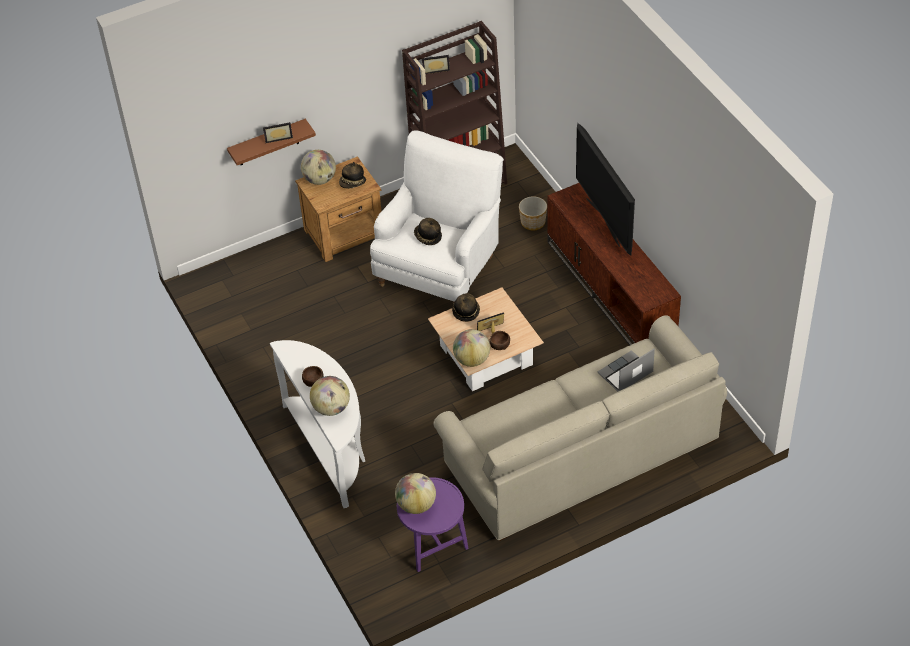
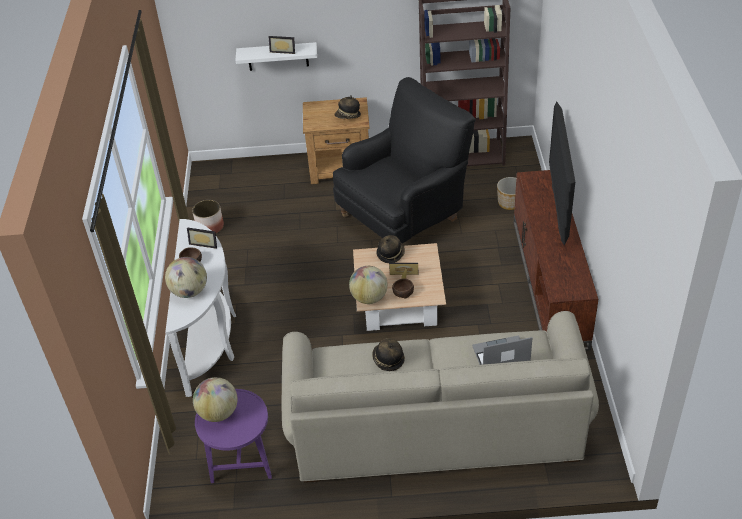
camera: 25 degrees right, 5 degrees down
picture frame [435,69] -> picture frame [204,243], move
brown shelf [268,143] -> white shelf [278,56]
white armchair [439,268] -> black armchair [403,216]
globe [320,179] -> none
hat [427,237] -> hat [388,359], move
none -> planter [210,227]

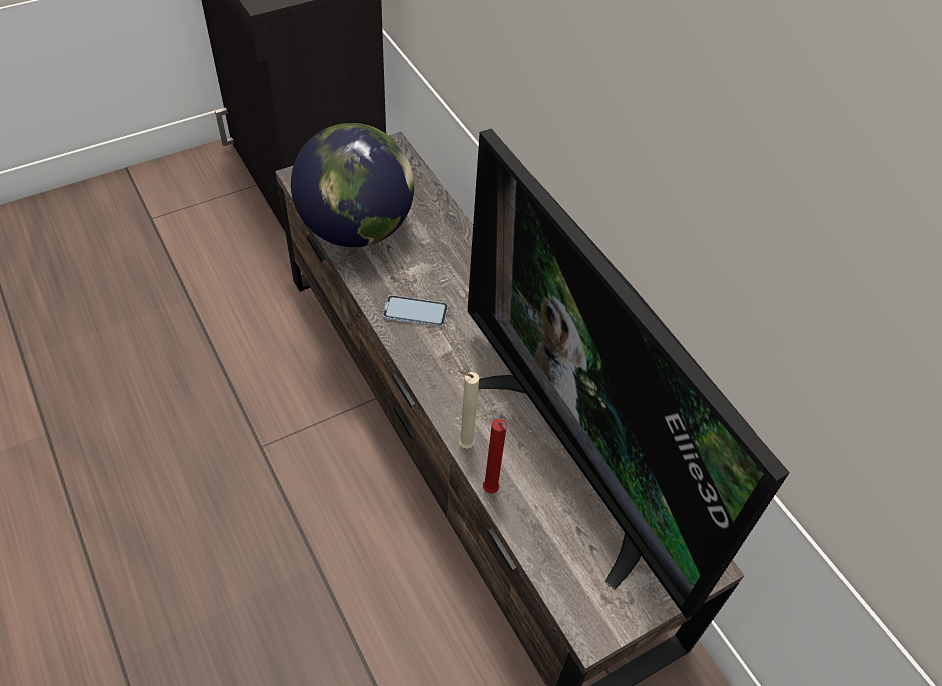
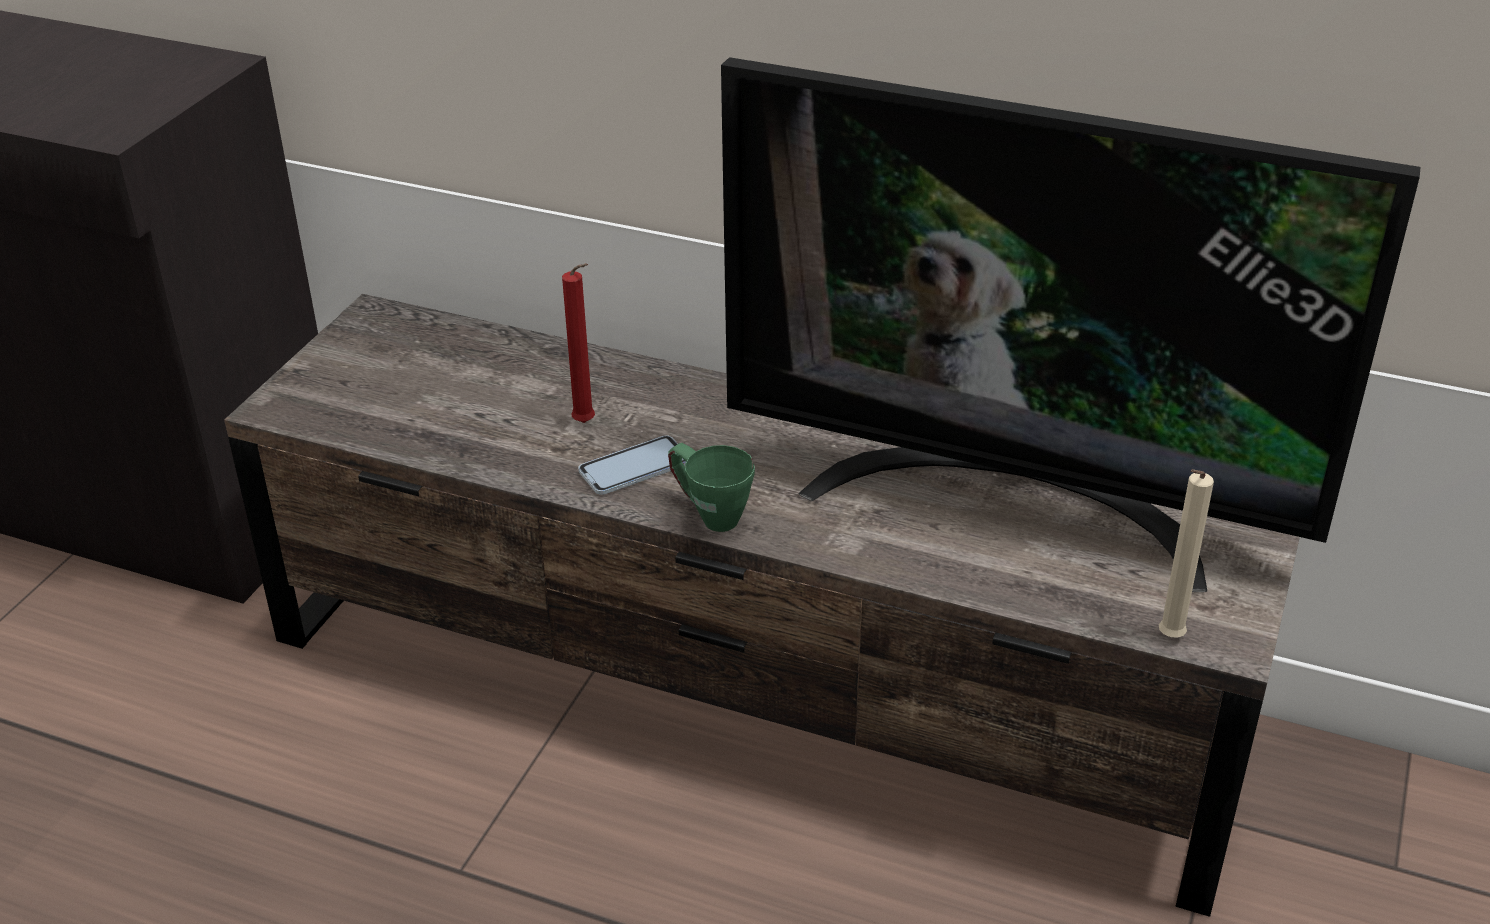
camera: 35 degrees left, 15 degrees down
globe [357,229] -> none
beige candle [463,445] -> beige candle [1167,639], move
red candle [491,492] -> red candle [586,424], move
none -> green mug [708,514]

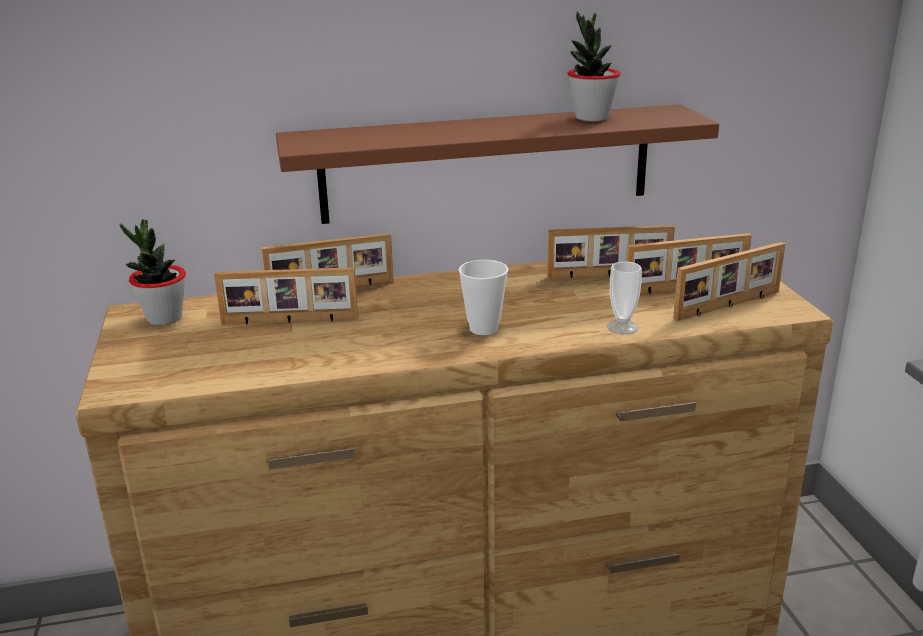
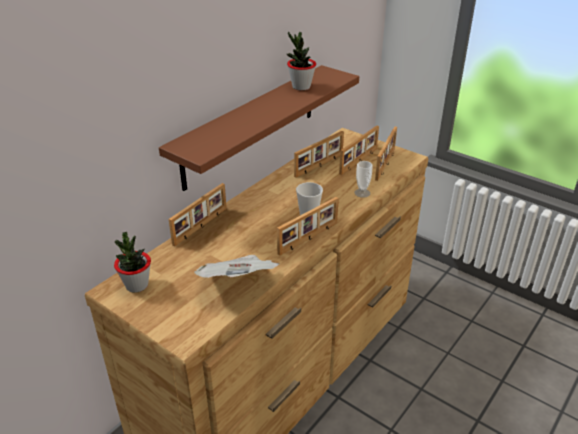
camera: 40 degrees left, 10 degrees up
picture frame [289,321] -> picture frame [309,238], move
none -> newspaper [239,283]

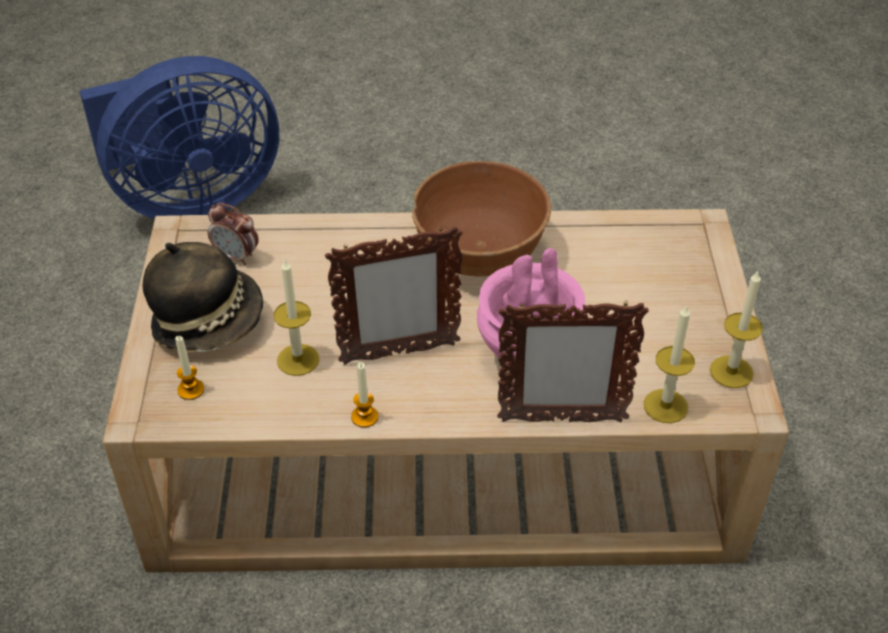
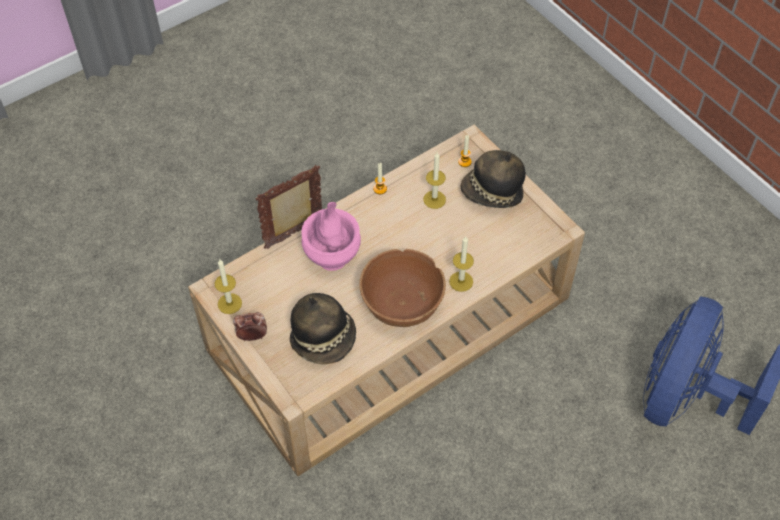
camera: 145 degrees right, 10 degrees up
alarm clock [236,256] -> alarm clock [252,336], move
picture frame [398,353] -> none
candle [665,406] -> candle [461,281], move
none -> hat [324,339]

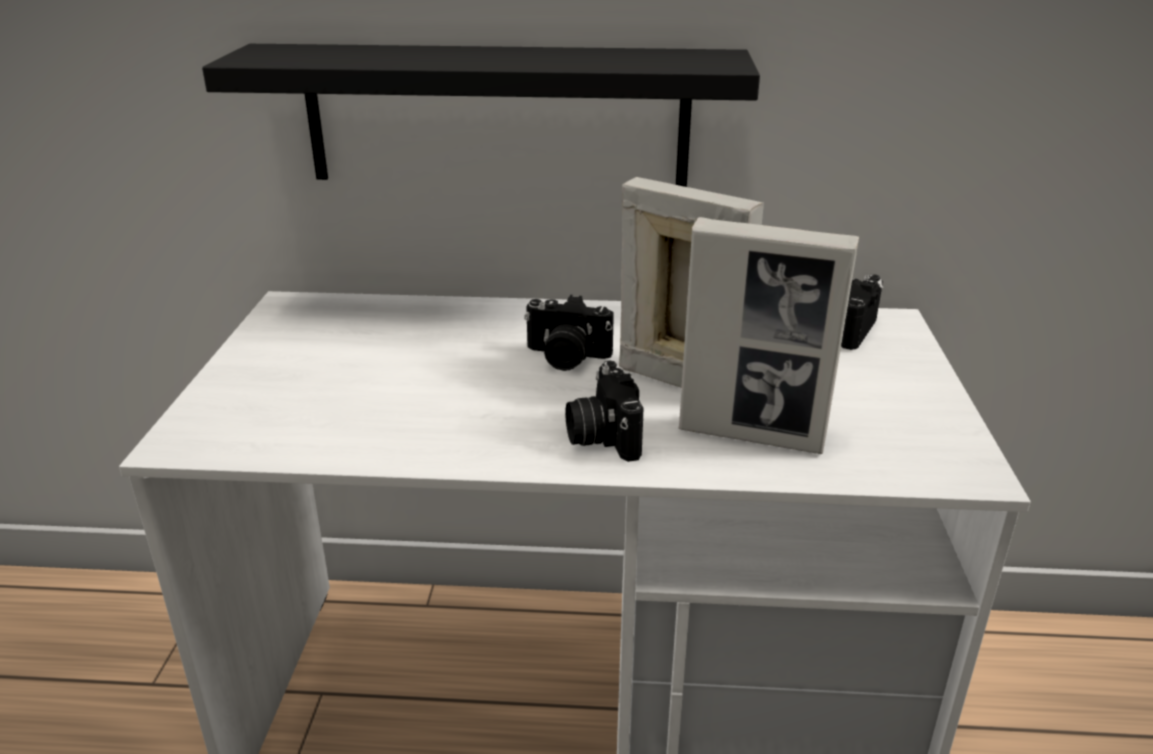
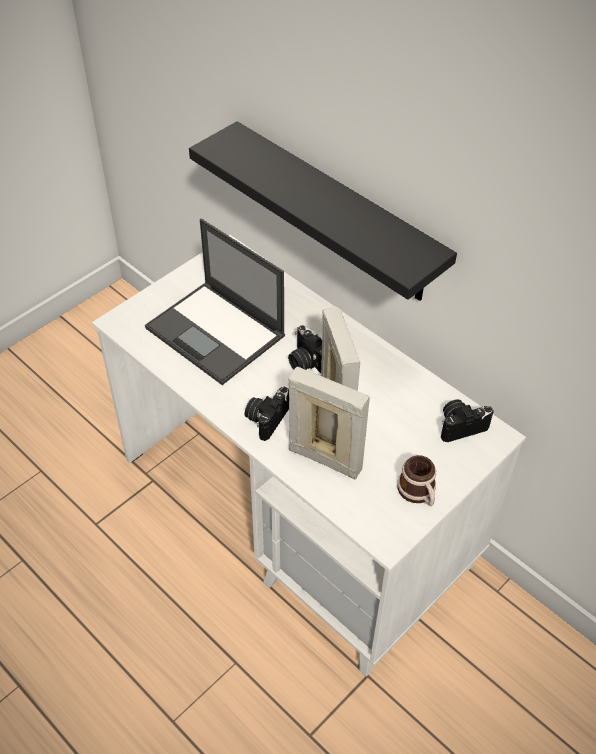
camera: 40 degrees right, 20 degrees up
picture frame [752,435] -> picture frame [325,459], 150 degrees clockwise
none -> laptop [217,333]
none -> mug [418,493]

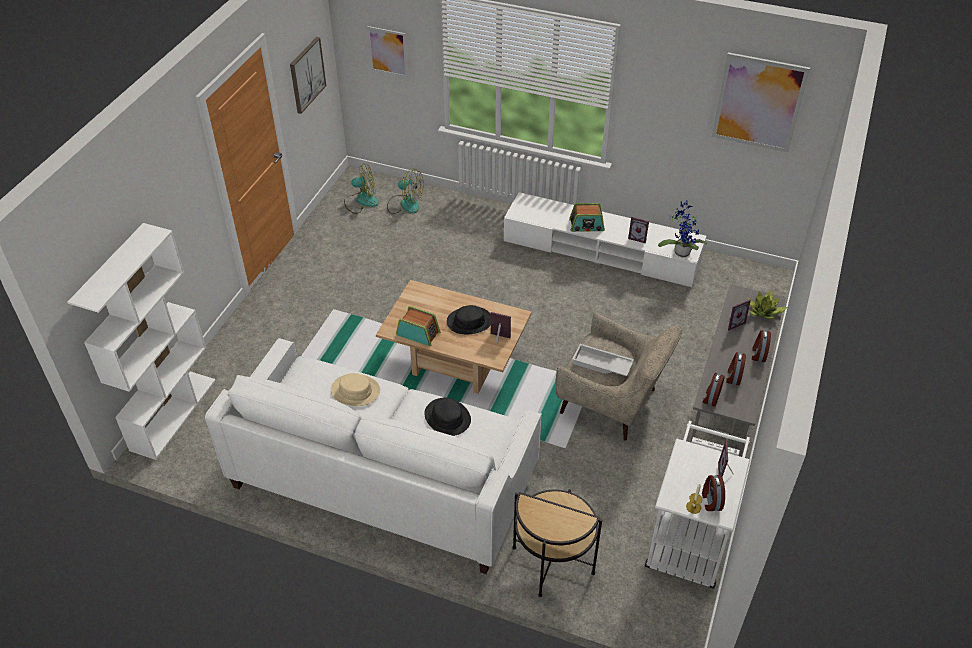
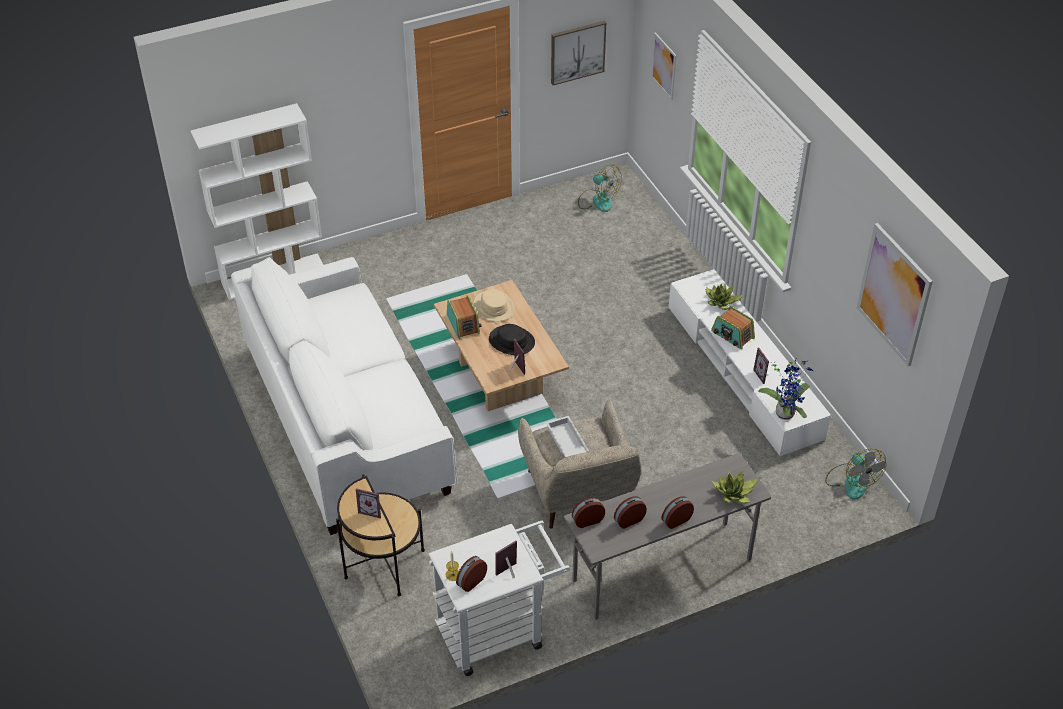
camera: 45 degrees right, 0 degrees up
fan [405,204] -> fan [851,481], move
picture frame [733,323] -> picture frame [371,510], move
beige hat [355,390] -> beige hat [494,306], move
black hat [447,417] -> none
none -> potted plant [721,302]

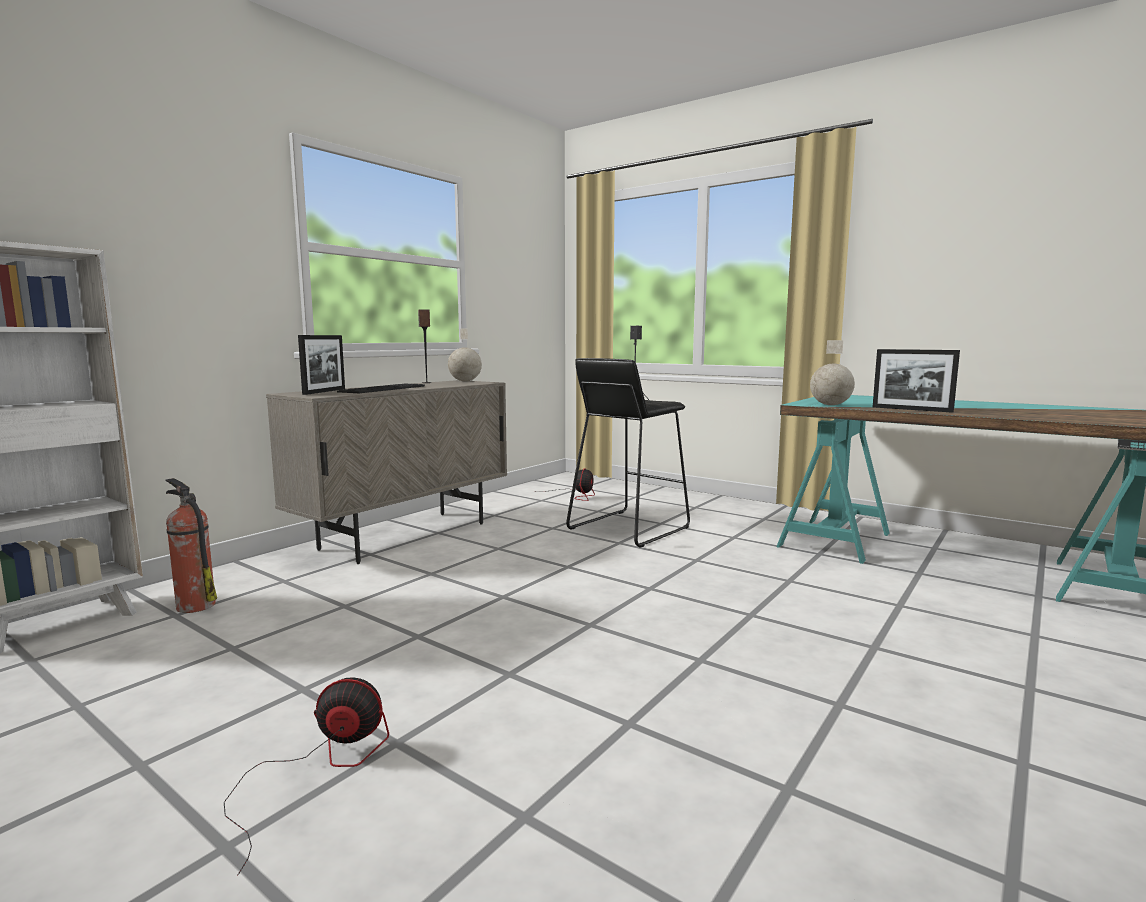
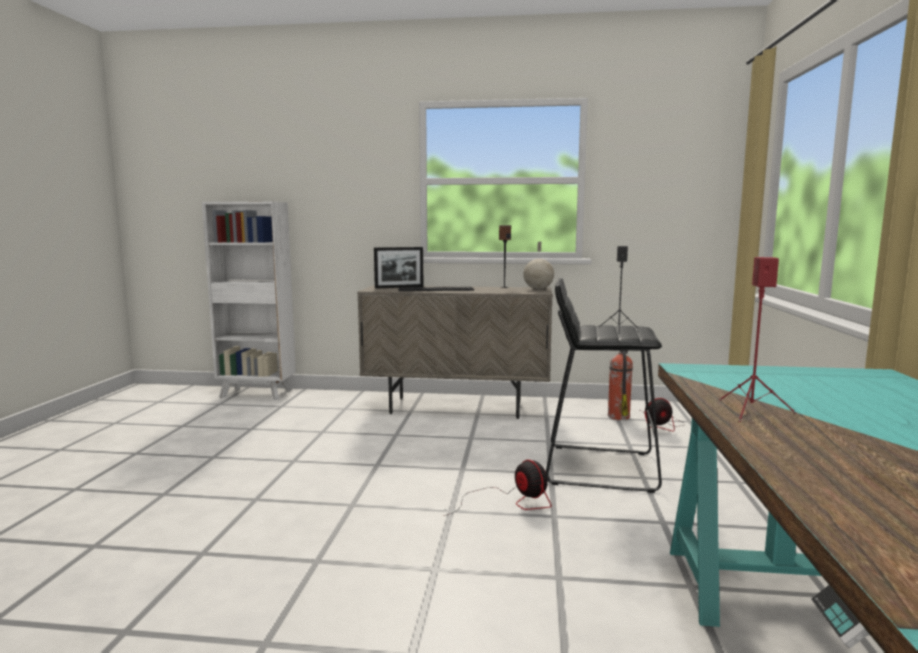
camera: 60 degrees right, 0 degrees up
globe [830,405] -> none
picture frame [911,409] -> red speaker [751,411]
fire extinguisher [195,605] -> fire extinguisher [618,416], move
fan [319,768] -> fan [510,502], move

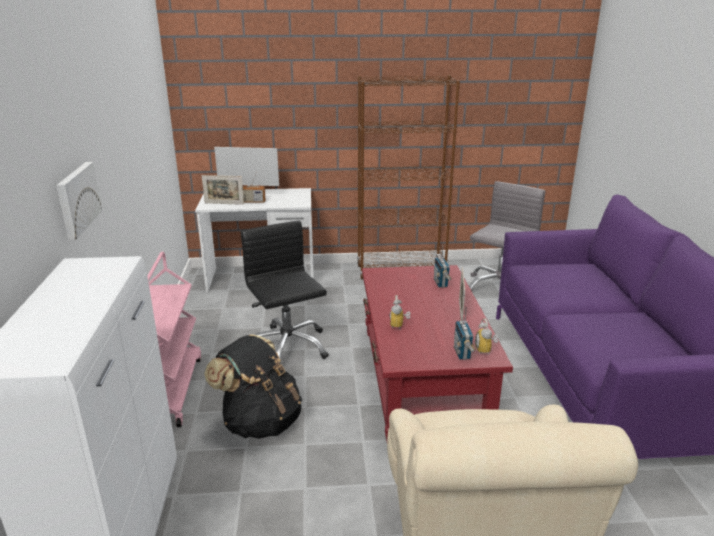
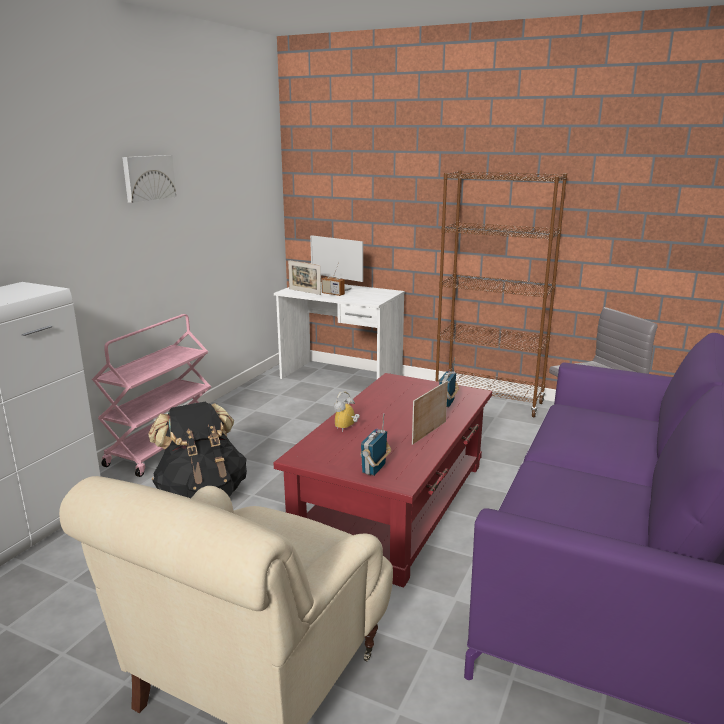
camera: 30 degrees right, 5 degrees down
picture [76,199] -> picture [148,177], move
black office chair [287,347] -> none
alarm clock [486,350] -> none

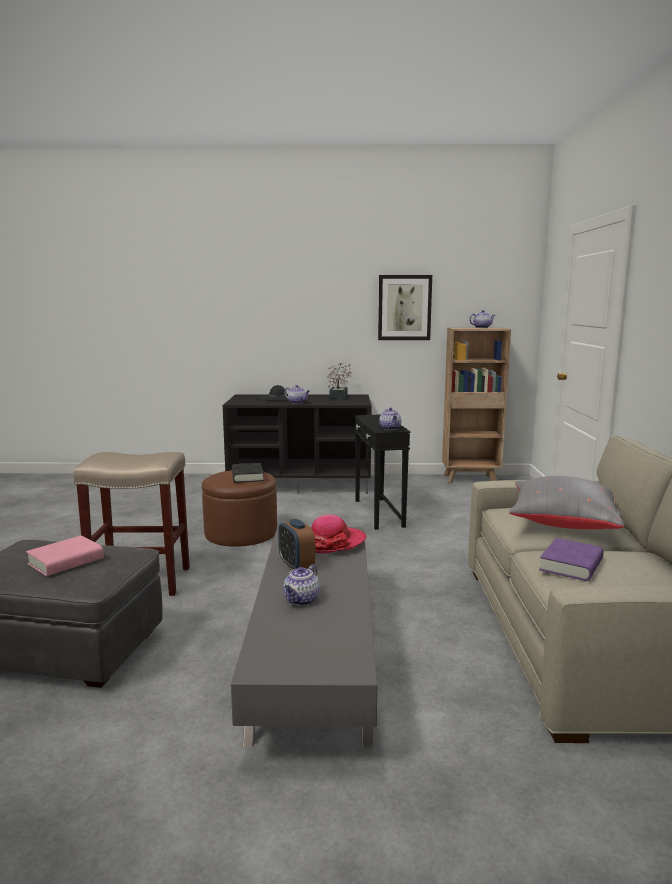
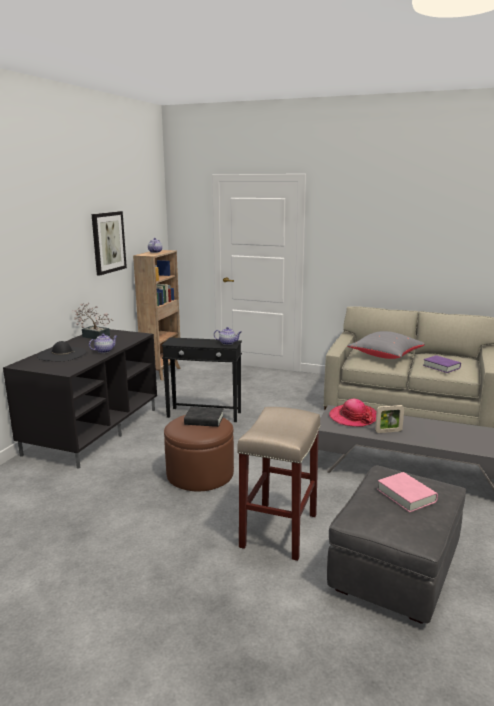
camera: 70 degrees left, 5 degrees up
alarm clock [296,565] -> picture frame [388,431]
teapot [301,600] -> none

